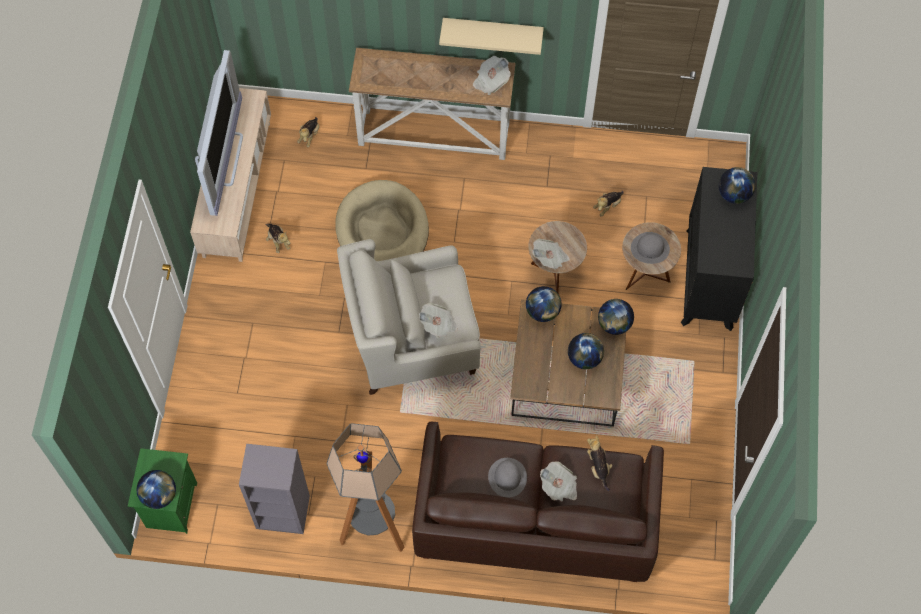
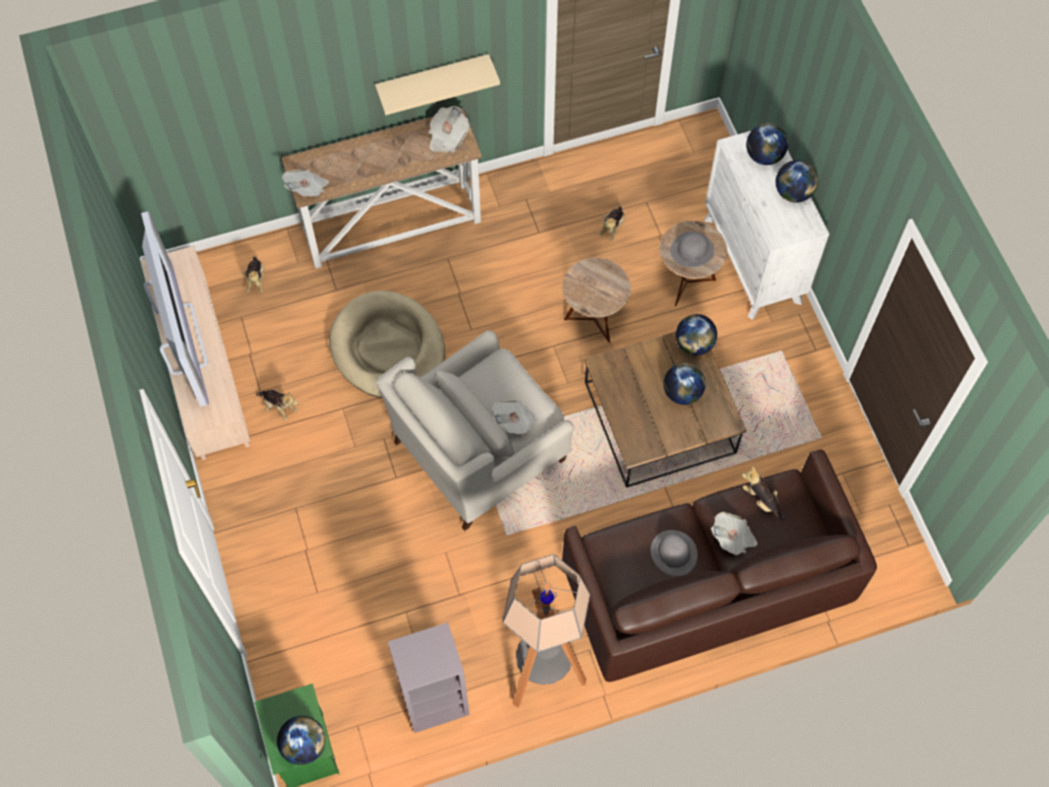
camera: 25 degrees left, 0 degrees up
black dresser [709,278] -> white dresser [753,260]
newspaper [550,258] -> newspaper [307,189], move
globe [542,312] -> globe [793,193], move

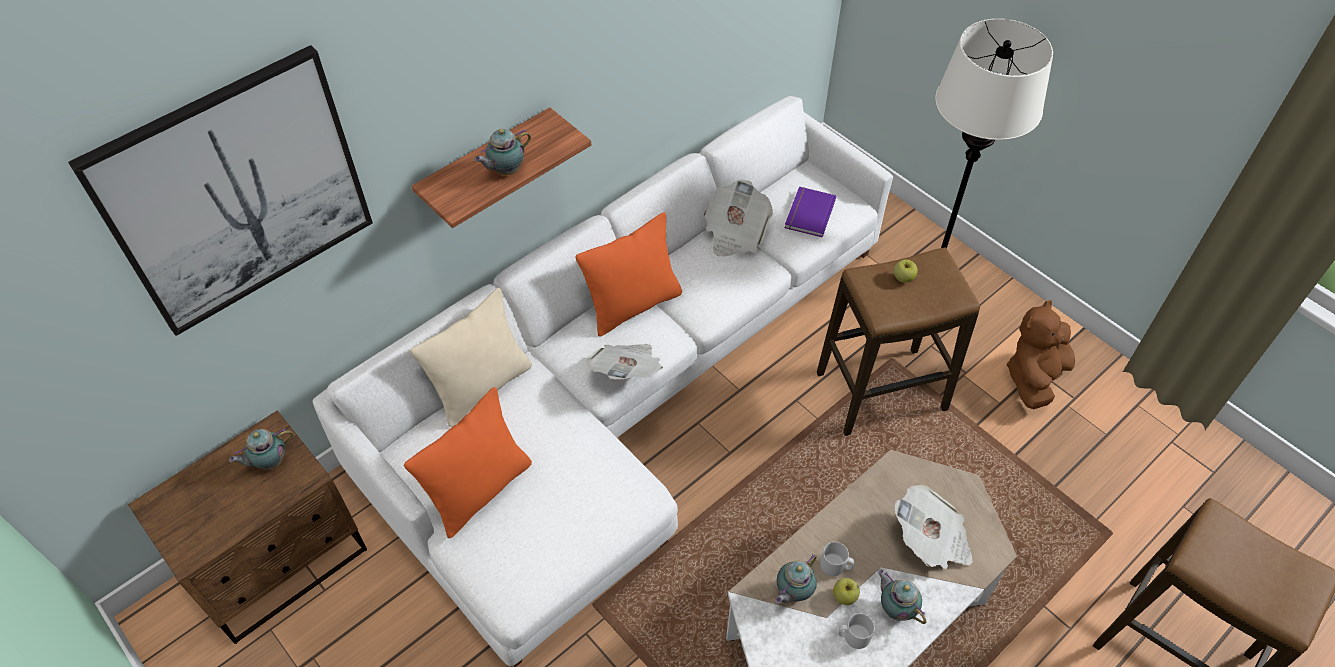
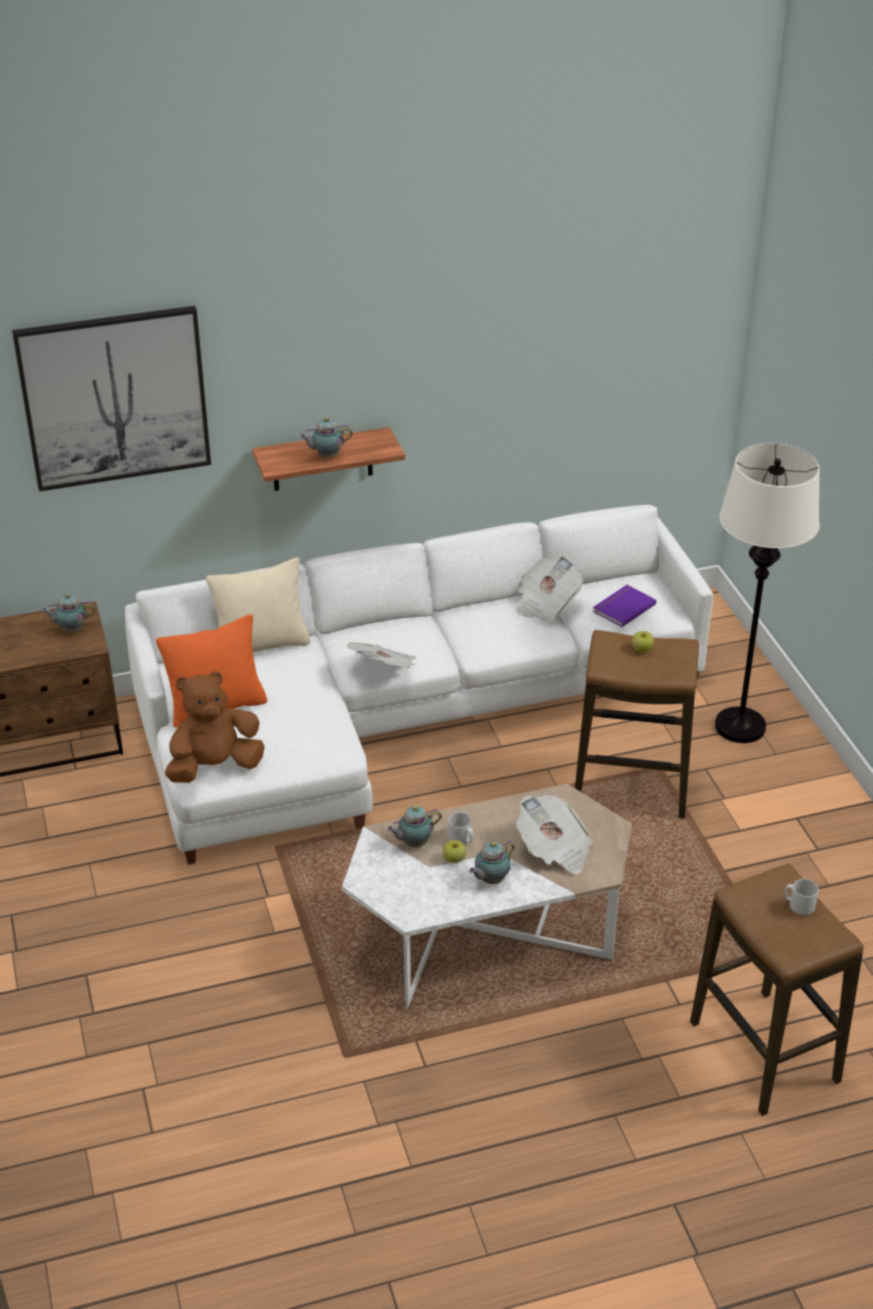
camera: 25 degrees right, 15 degrees down
orange pillow [633,305] -> none
brown plush toy [1034,377] -> brown plush toy [214,767], move
teapot [895,608] -> teapot [490,880], 120 degrees counterclockwise
grey mug [853,636] -> grey mug [798,905], move

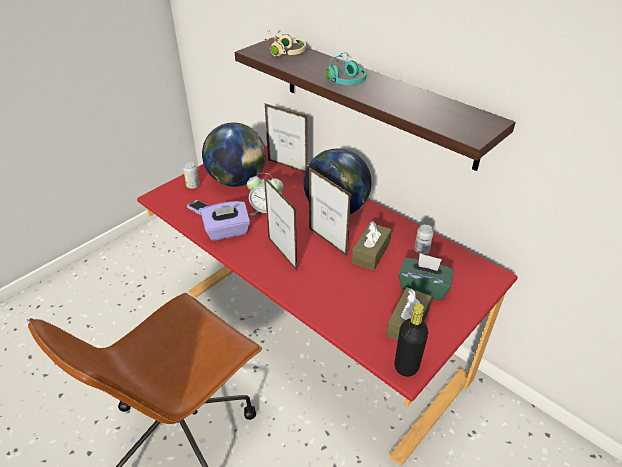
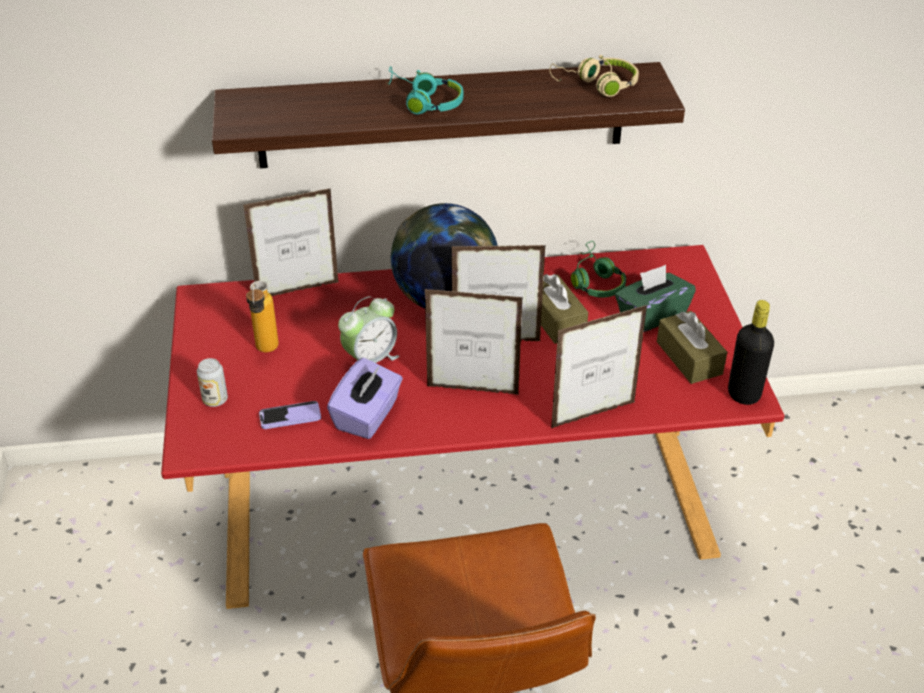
camera: 50 degrees left, 0 degrees up
beige headphones [283,51] -> beige headphones [597,85], move
globe [237,181] -> bottle [266,352]
can [421,250] -> green headphones [595,281]
none -> picture frame [593,415]

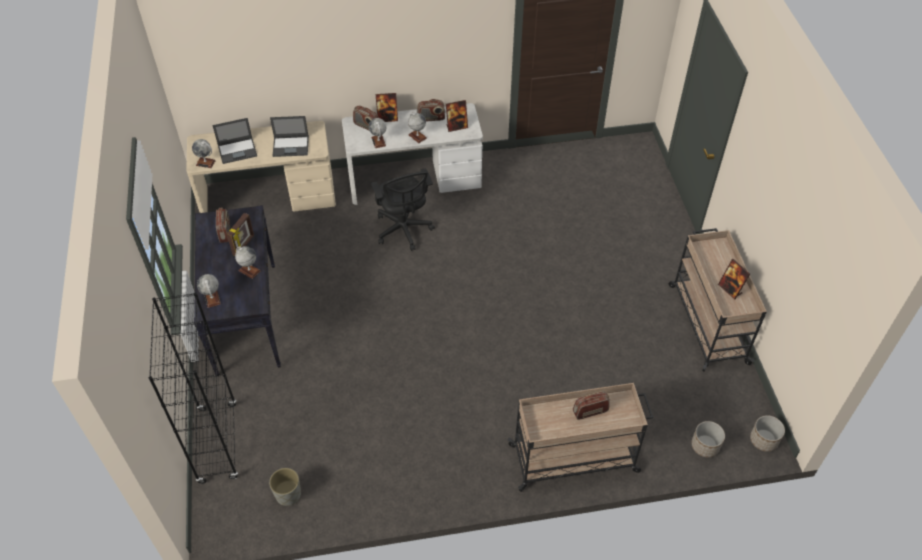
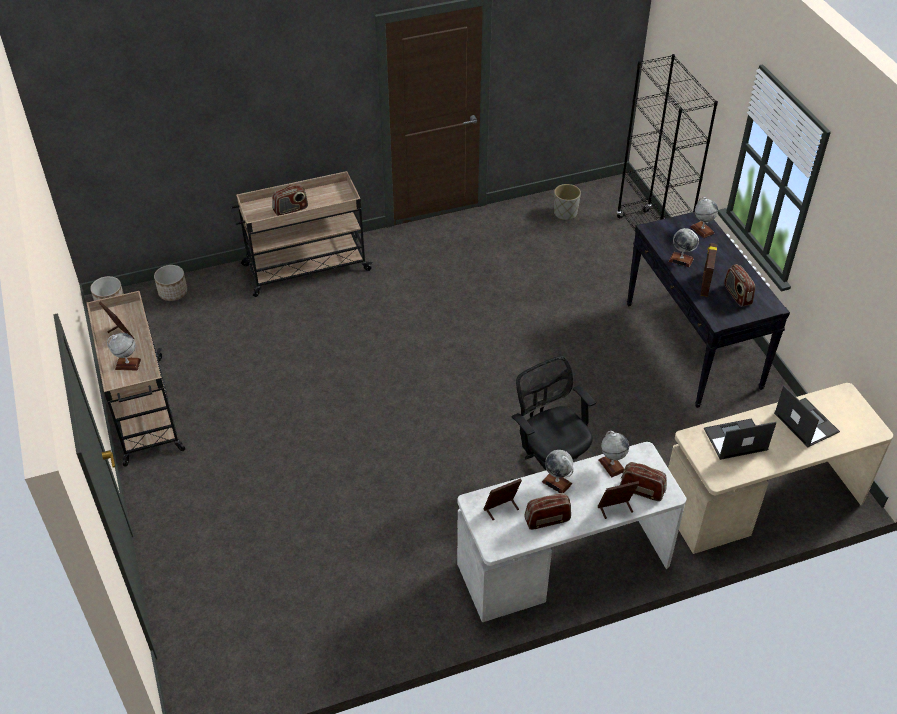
camera: 170 degrees right, 5 degrees down
laptop [238,150] -> laptop [805,422], 90 degrees clockwise
globe [205,163] -> globe [127,364], move

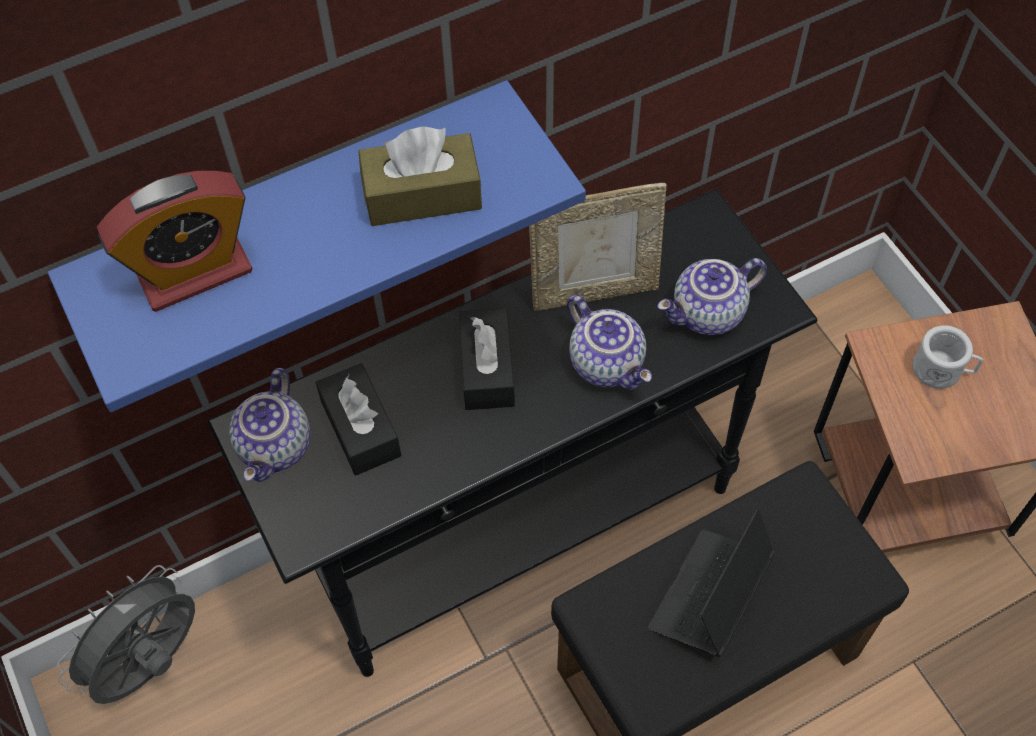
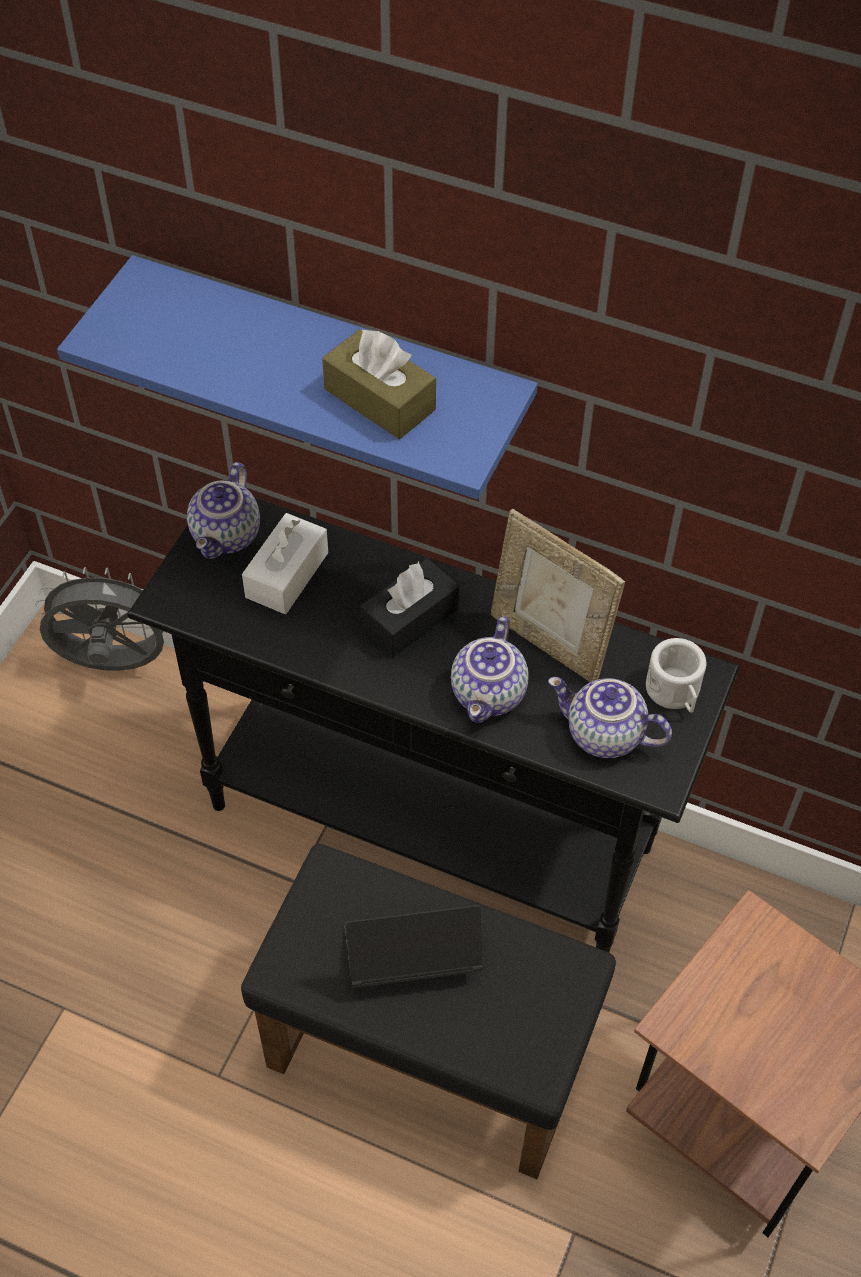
camera: 50 degrees right, 5 degrees down
alarm clock [194,271] -> none
white mug [942,370] -> white mug [675,693], move
black tissue box [360,428] -> white tissue box [287,575]
teapot [277,447] -> teapot [227,536], 45 degrees counterclockwise

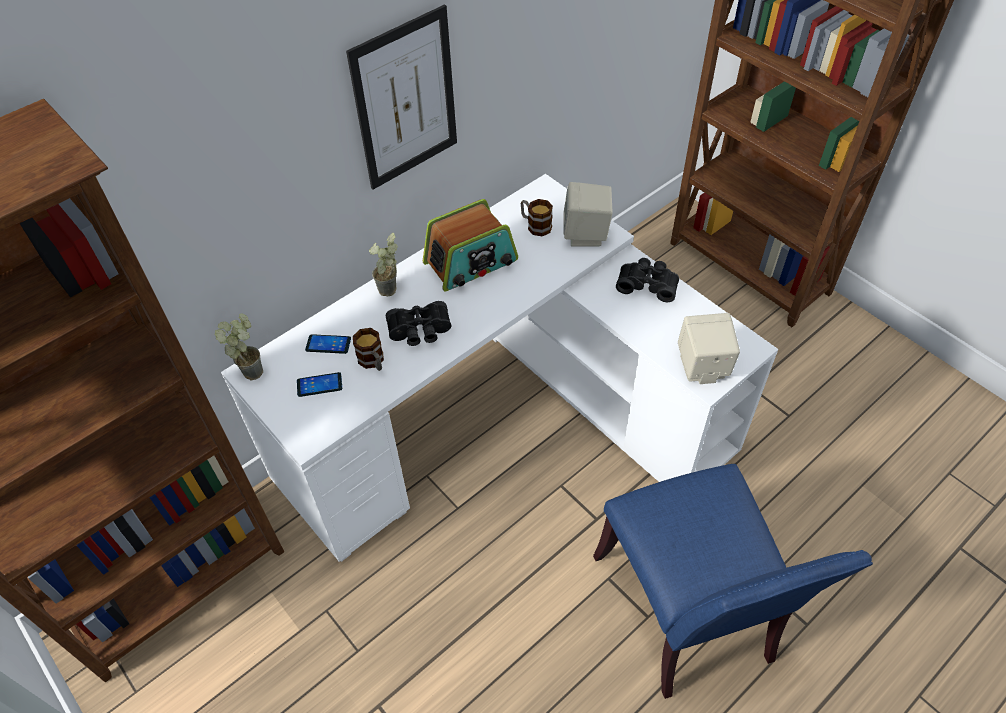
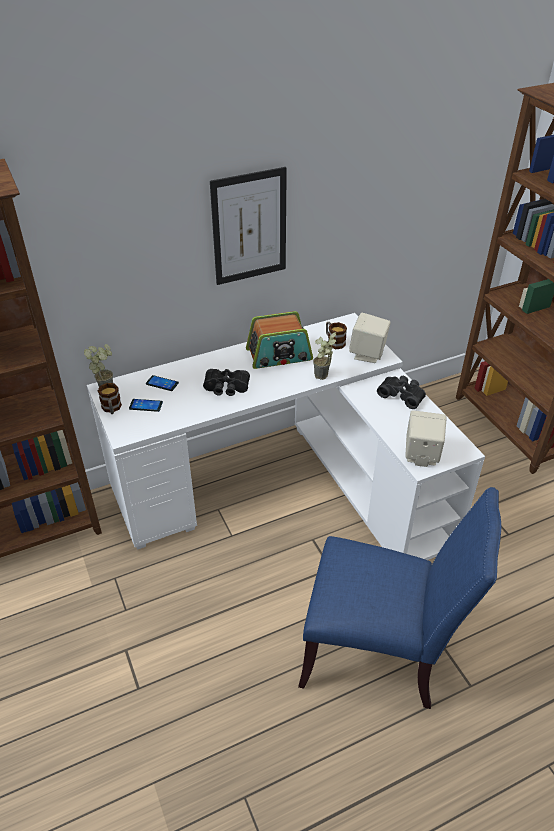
camera: 15 degrees right, 10 degrees down
potted plant [390,294] -> potted plant [322,378], move
mug [373,362] -> mug [112,409], move
blue chair [689,613] -> blue chair [378,652], 75 degrees counterclockwise

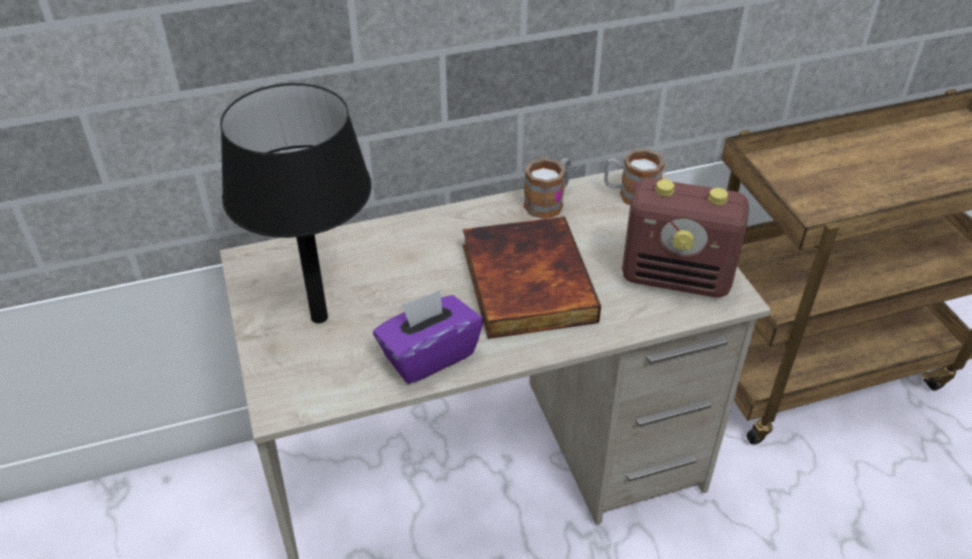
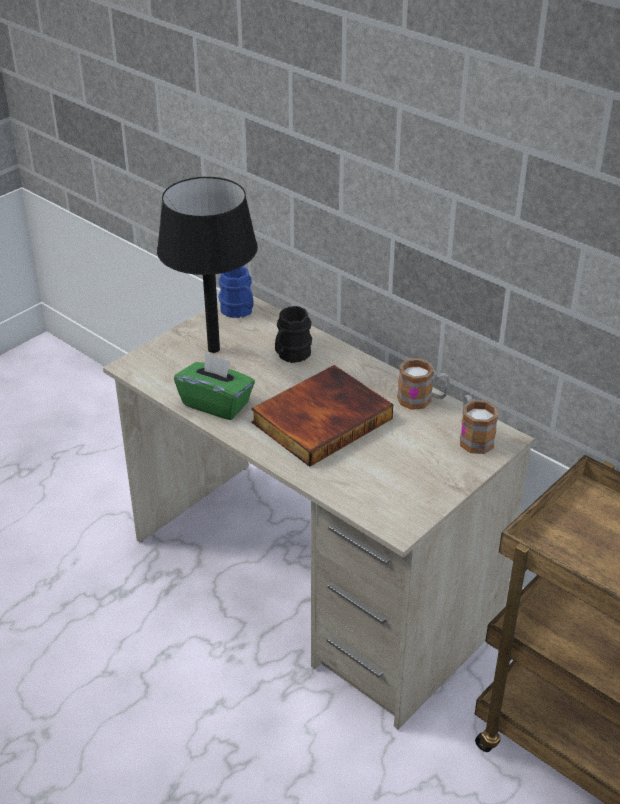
camera: 60 degrees right, 5 degrees down
radio [677,278] -> none
purple tissue box [428,355] -> green tissue box [216,404]
none -> blue mug [239,311]
none -> black mug [290,355]

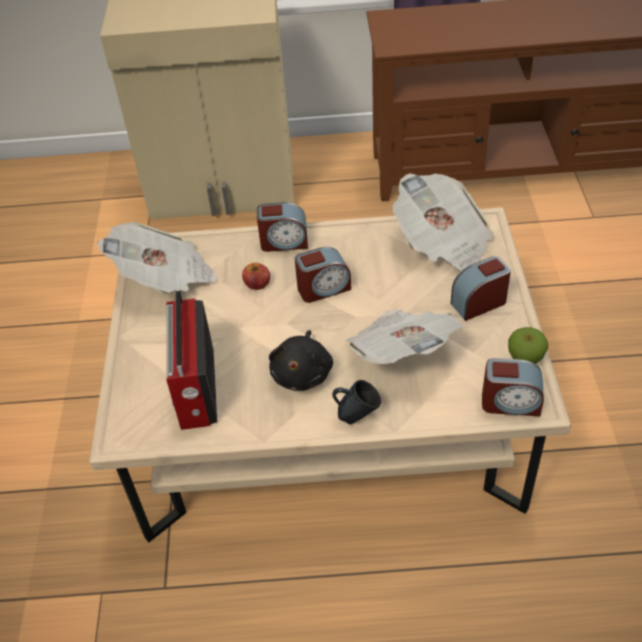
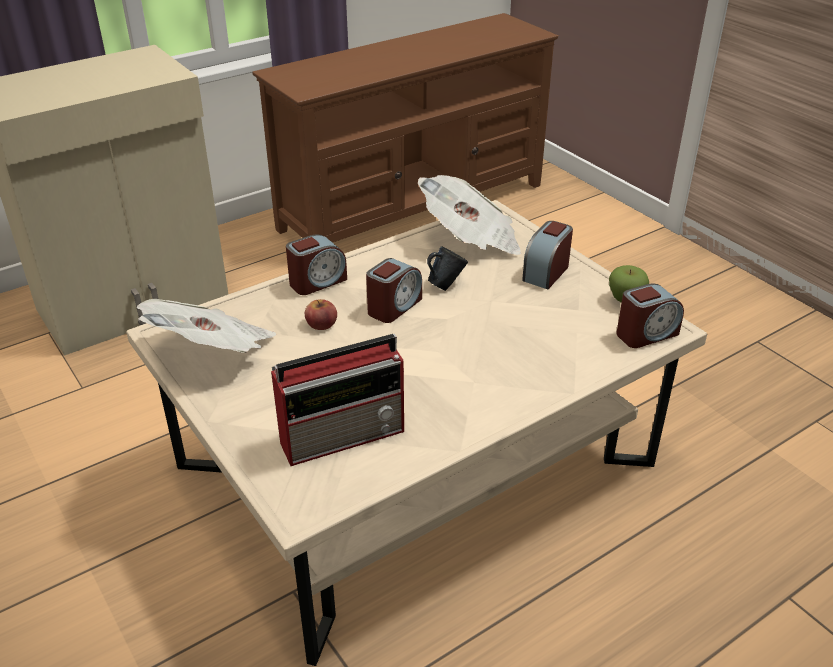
camera: 35 degrees left, 10 degrees down
radio [196,390] -> radio [345,435], 75 degrees counterclockwise
newspaper [401,352] -> none
black plush toy [303,373] -> none
blue mug [357,416] -> blue mug [445,285], move

